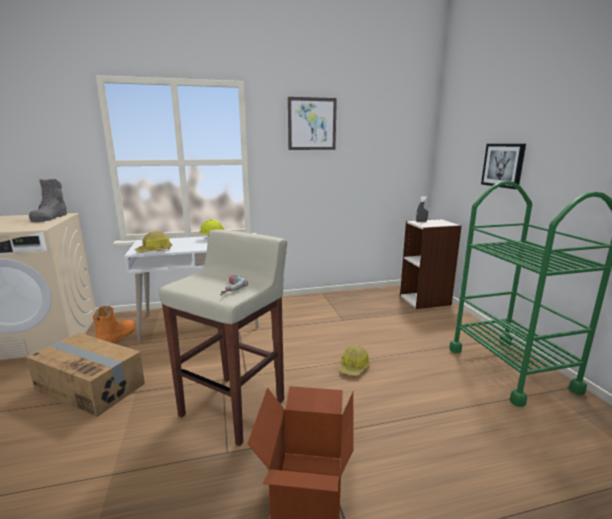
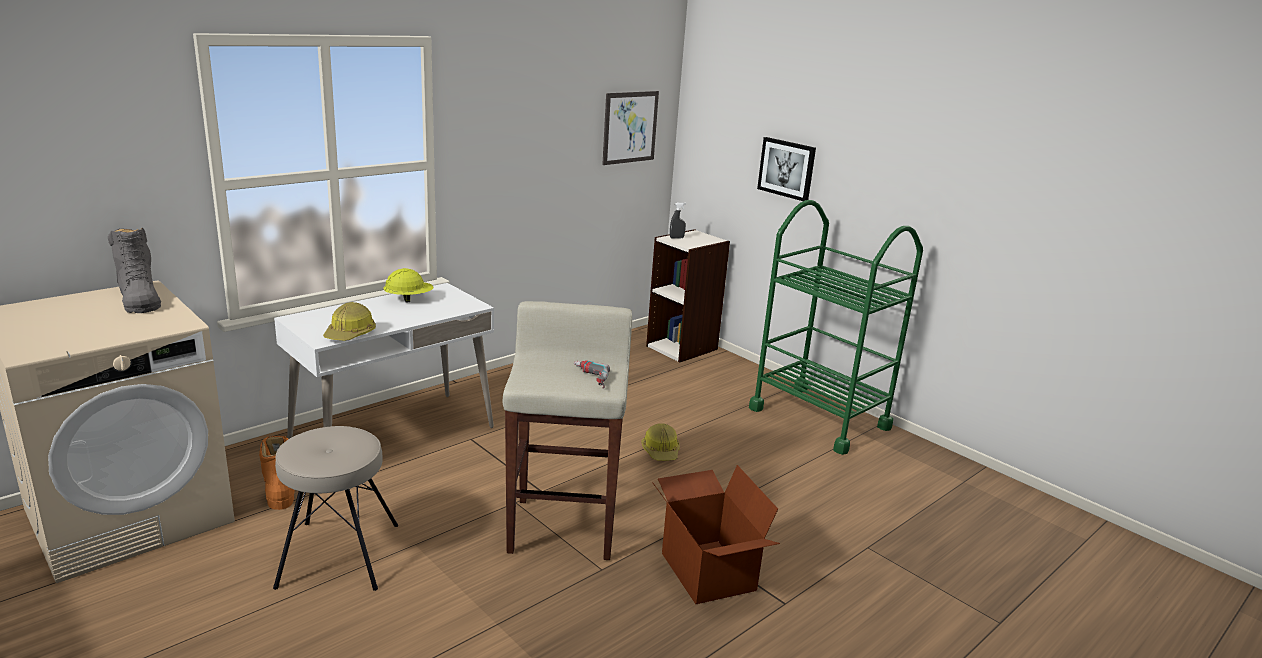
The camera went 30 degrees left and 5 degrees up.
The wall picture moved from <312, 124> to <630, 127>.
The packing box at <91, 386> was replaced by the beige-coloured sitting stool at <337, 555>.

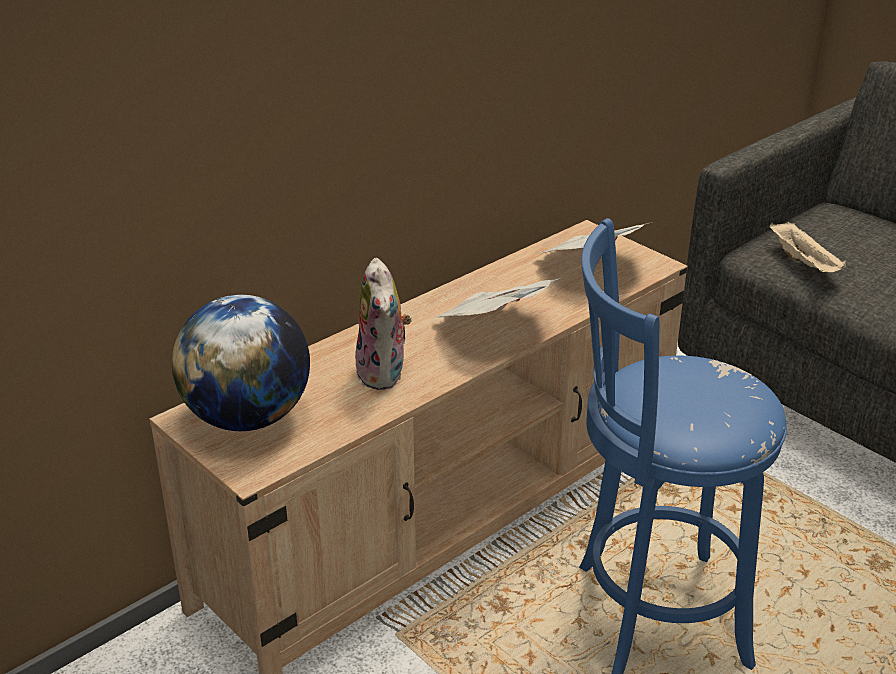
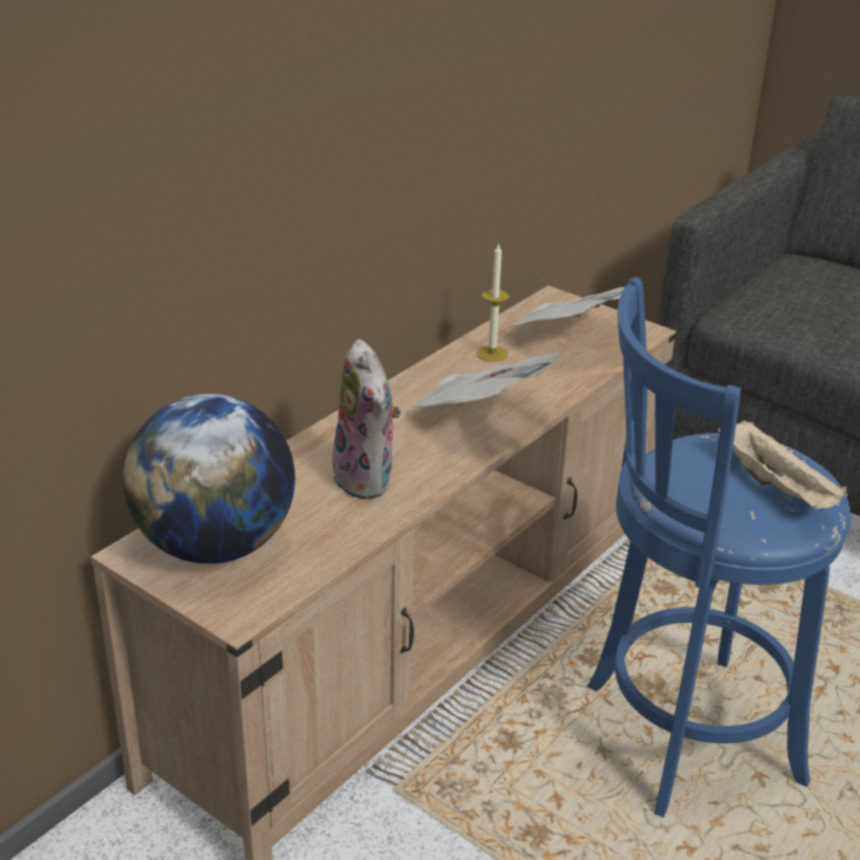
The camera went 10 degrees left and 0 degrees up.
The beige-coloured tray moved from <804, 263> to <778, 487>.
The wax light at <492, 353> appeared.

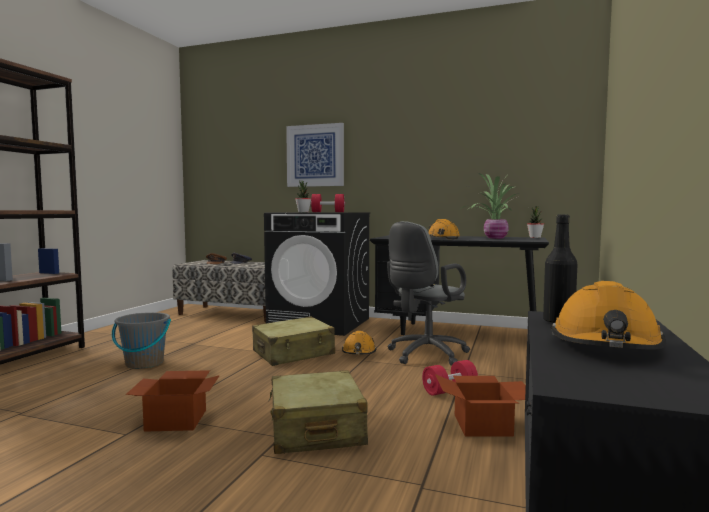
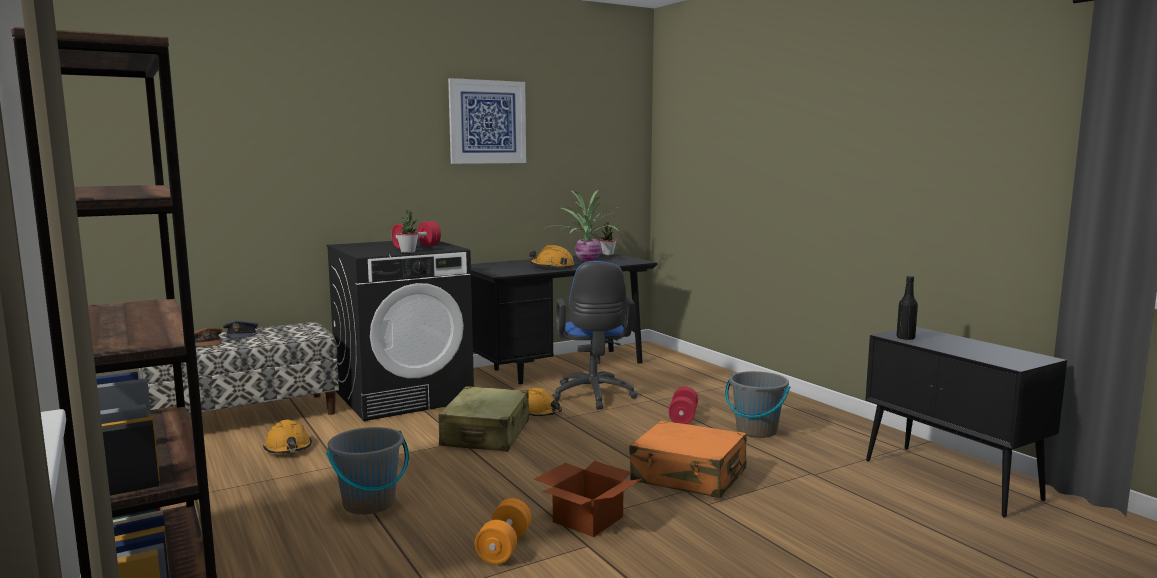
The camera went 50 degrees left and 5 degrees up.
The wall picture moved from <315, 155> to <487, 122>.
The gray desk chair at <424, 355> became the blue-coloured desk chair at <593, 397>.
The orangey safety helmet moved from <606, 345> to <288, 448>.
The beige-coloured travel case at <315, 429> became the orangey travel case at <688, 476>.
The packing box at <484, 425> was replaced by the gray water bucket at <756, 431>.
The orangey dumbbell at <504, 547> appeared.

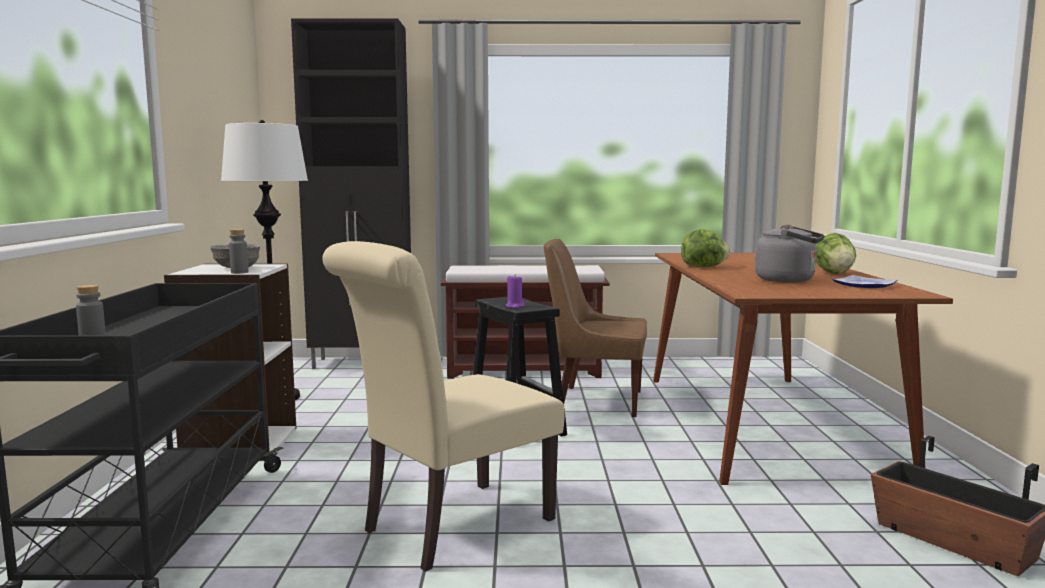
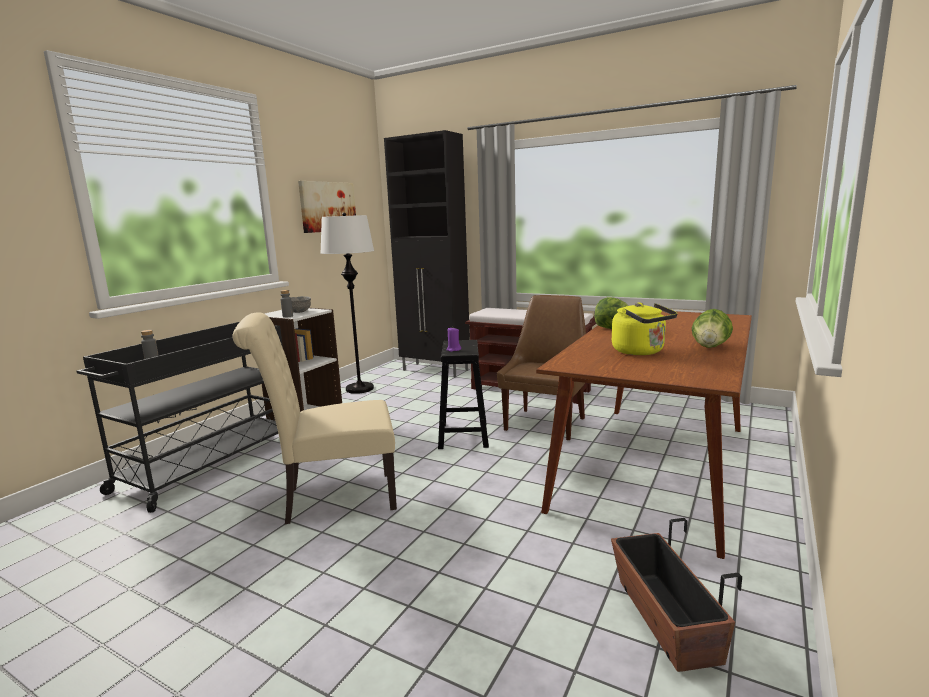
The camera went 30 degrees right and 5 degrees up.
The gray kettle at <789, 280> became the yellow-coloured kettle at <641, 352>.
The brown-coloured upright chair at <595, 401> turned 75 degrees clockwise.
The dinner plate at <864, 285> disappeared.
The wall picture at <327, 207> appeared.

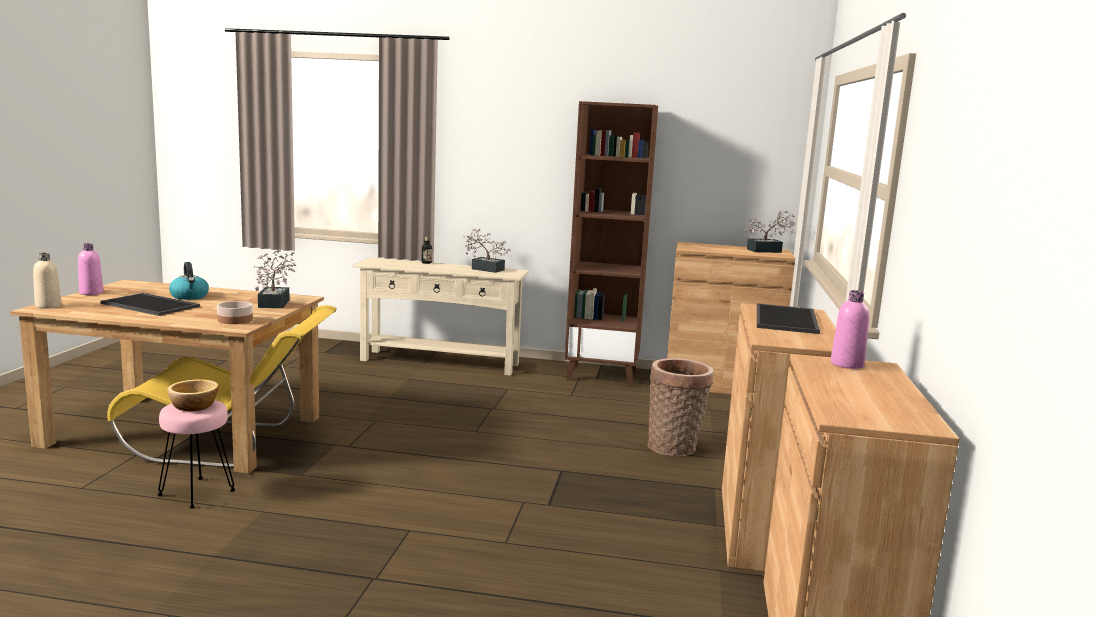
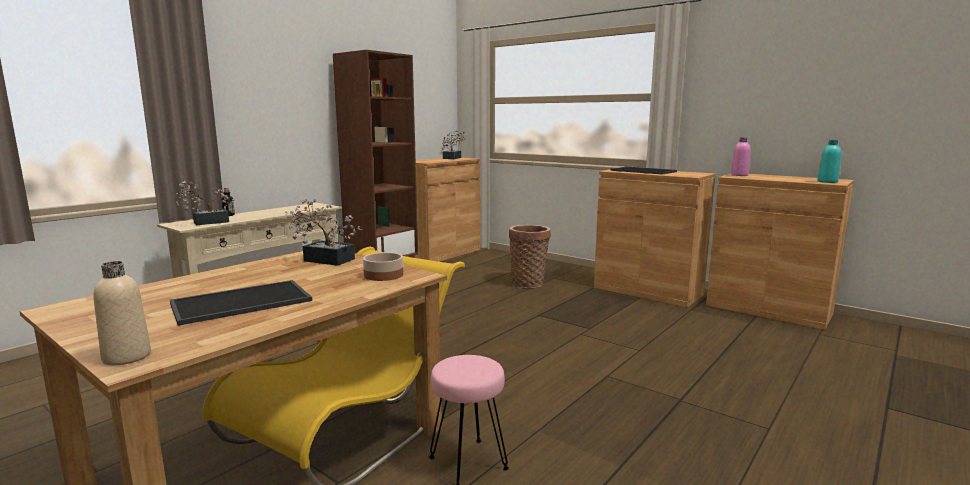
The camera went 60 degrees left and 0 degrees up.
The plant in a pot moved from <485, 269> to <206, 222>.
The pink-coloured drink bottle at <91, 293> disappeared.
The kettle at <189, 296> disappeared.
The serving bowl at <194, 406> disappeared.
The turquoise drink bottle at <827, 182> appeared.

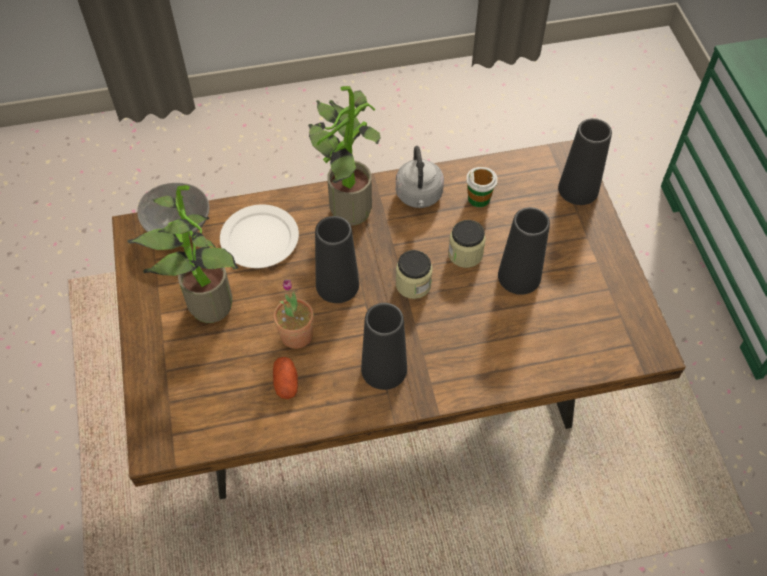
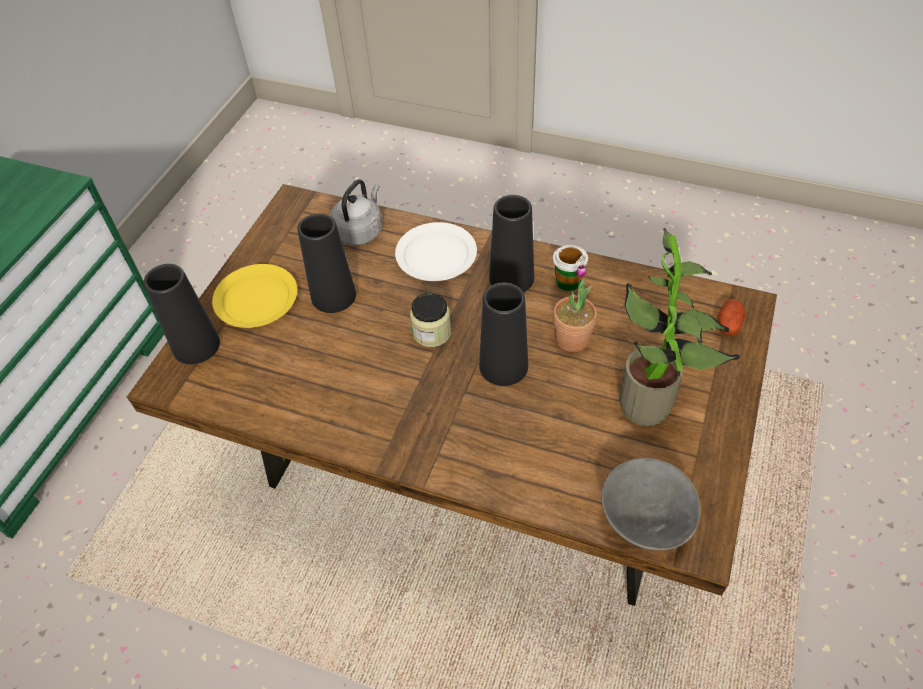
The camera went 145 degrees left and 5 degrees down.
The plant in a pot at <346, 207> disappeared.
The gray kettle moved from <419, 196> to <360, 231>.
The drinking cup moved from <479, 198> to <568, 281>.
The white dinner plate moved from <259, 239> to <436, 254>.
The jar at <465, 254> disappeared.
The potato moved from <286, 383> to <728, 324>.
The yellow-coloured dinner plate at <257, 299> appeared.

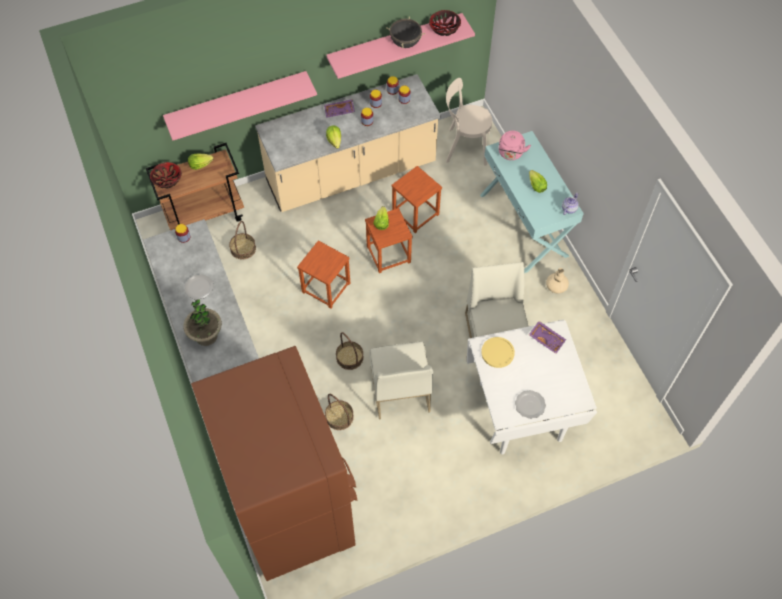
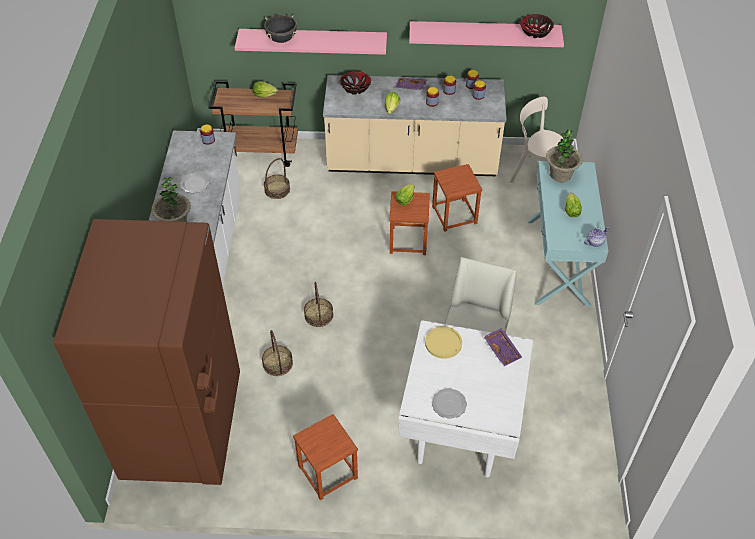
The camera went 25 degrees right and 10 degrees down.
The blackish cooking pot moved from <405, 43> to <281, 39>.
The pink-coloured kettle at <510, 154> was replaced by the plant in a pot at <560, 175>.
The serving bowl moved from <167, 180> to <355, 88>.
The brown-coloured sitting stool moved from <325, 288> to <327, 472>.
The beige-coloured flower vase at <556, 286> disappeared.
The white upright chair at <399, 390> disappeared.

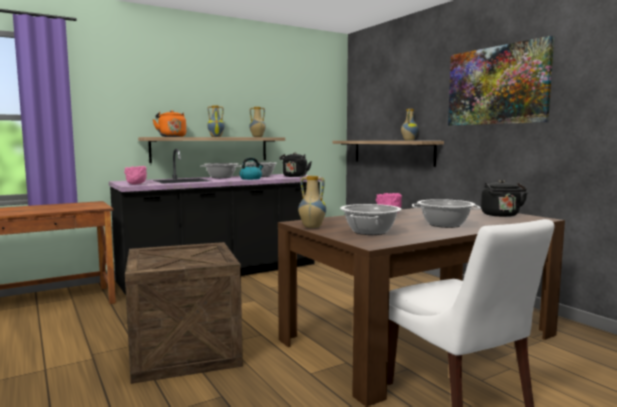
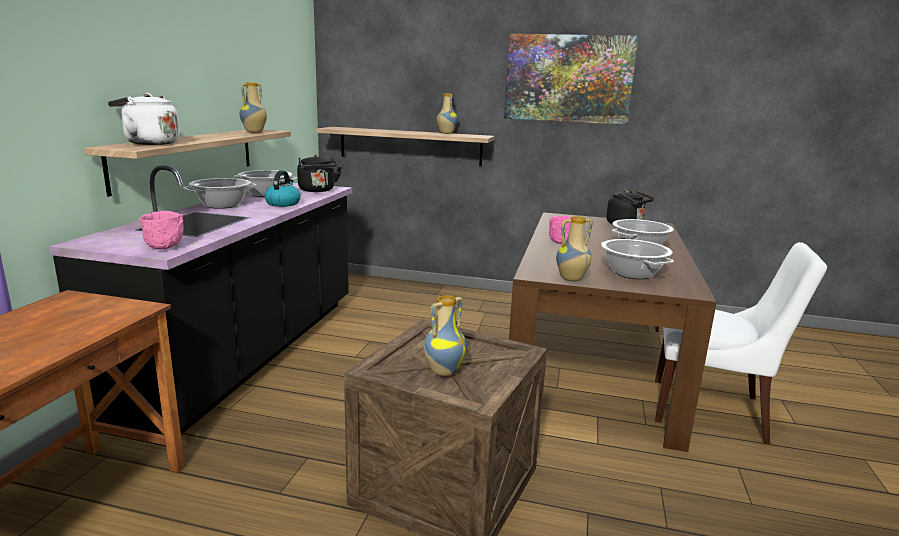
The camera went 45 degrees left and 10 degrees up.
The flower vase moved from <216, 137> to <443, 371>.
The orangey kettle at <171, 136> became the white kettle at <149, 143>.

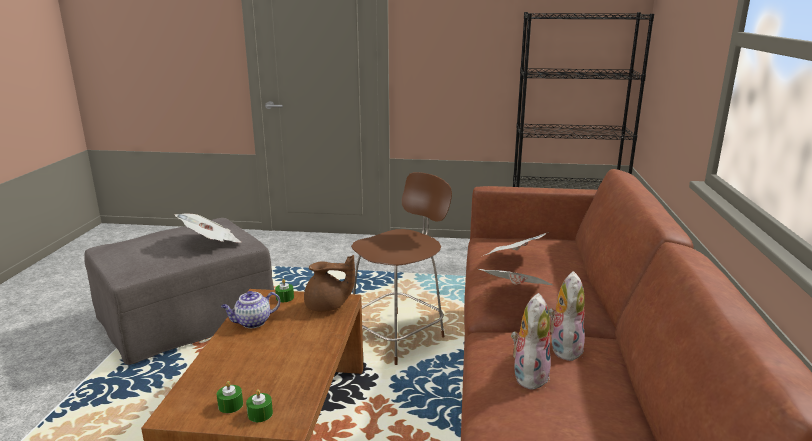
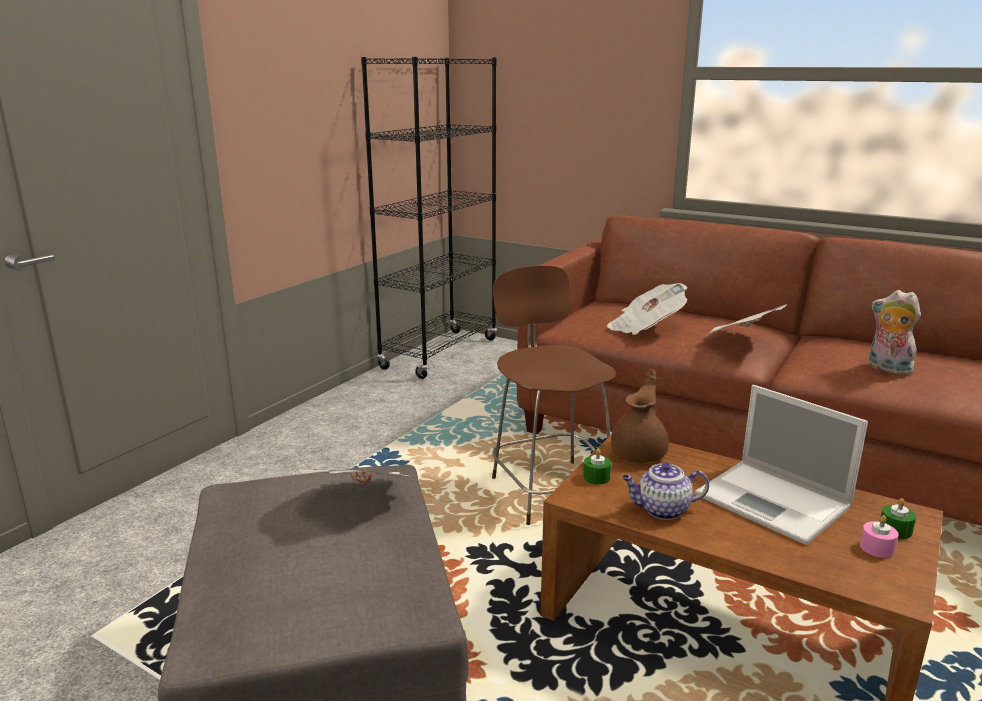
The camera went 65 degrees left and 0 degrees up.
The cuddly toy at <563, 347> disappeared.
The teapot at <252, 322> turned 90 degrees clockwise.
The greenish wax light at <230, 405> became the pink-coloured wax light at <877, 548>.
The portable computer at <775, 502> appeared.

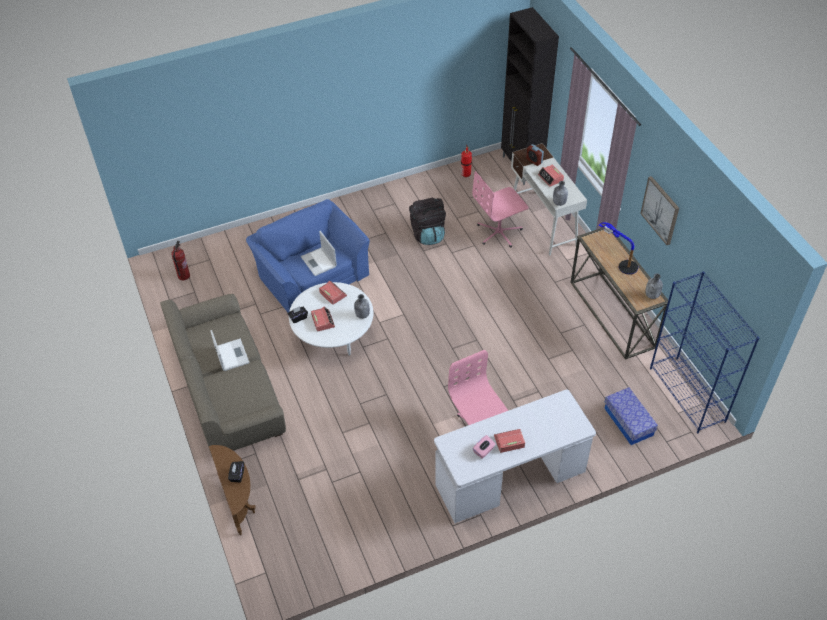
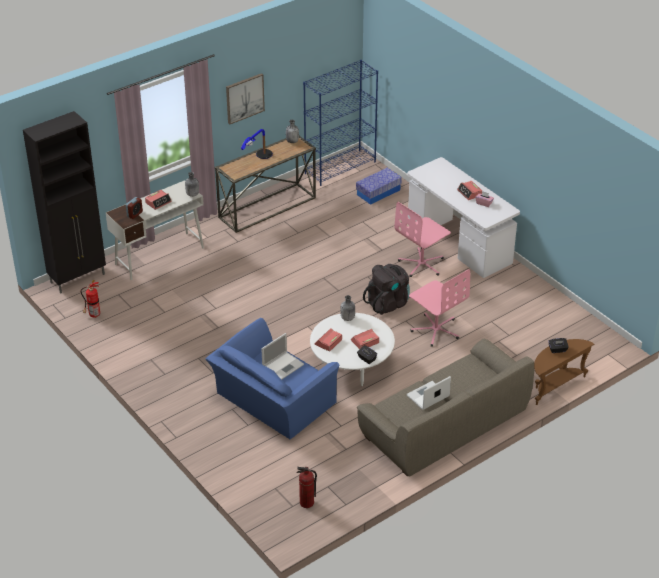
The camera went 105 degrees left and 10 degrees down.
The pink-coloured desk chair moved from <499, 232> to <436, 330>.
The blackish backpack moved from <427, 234> to <388, 303>.

